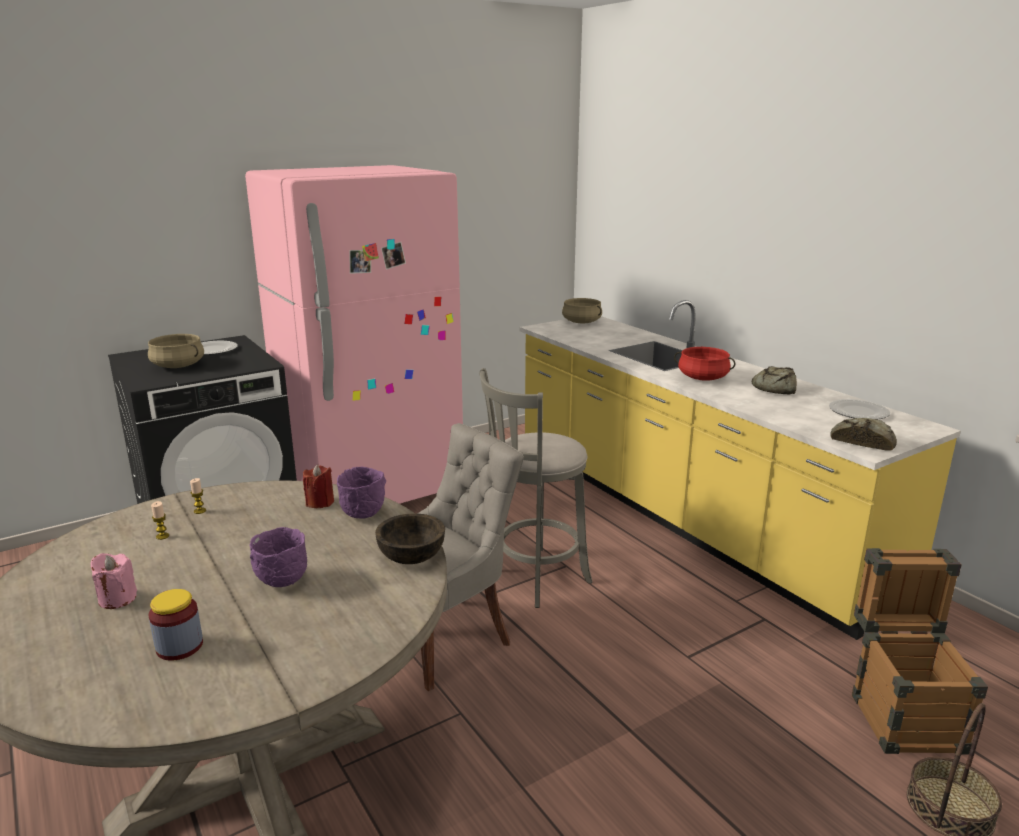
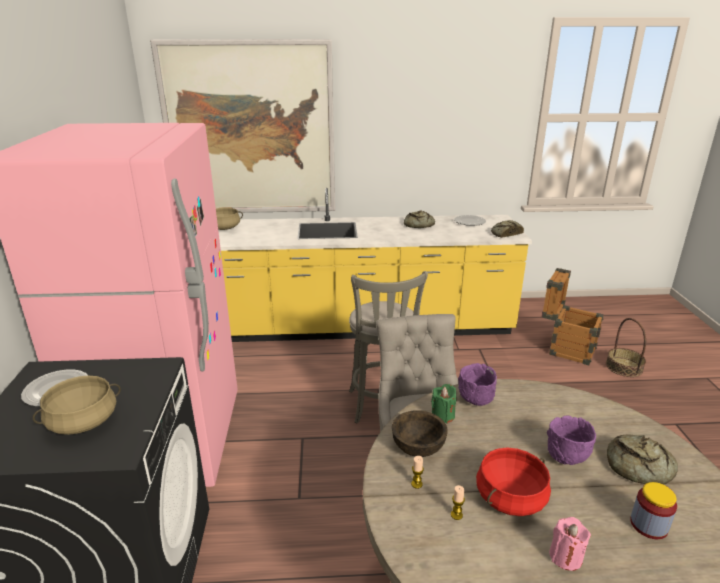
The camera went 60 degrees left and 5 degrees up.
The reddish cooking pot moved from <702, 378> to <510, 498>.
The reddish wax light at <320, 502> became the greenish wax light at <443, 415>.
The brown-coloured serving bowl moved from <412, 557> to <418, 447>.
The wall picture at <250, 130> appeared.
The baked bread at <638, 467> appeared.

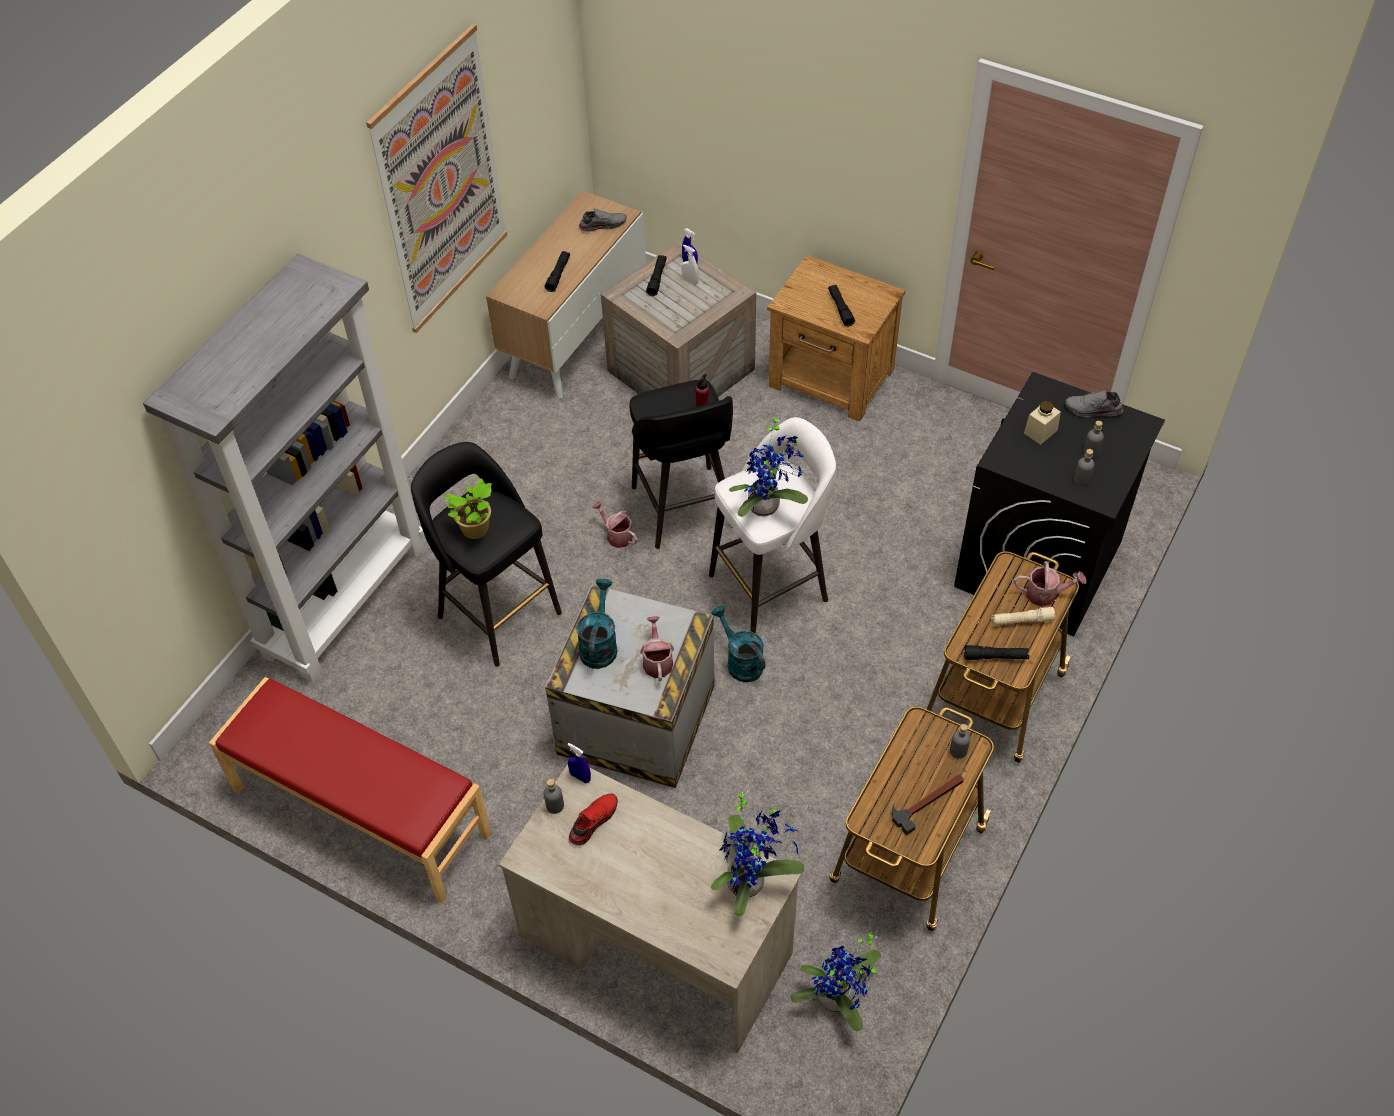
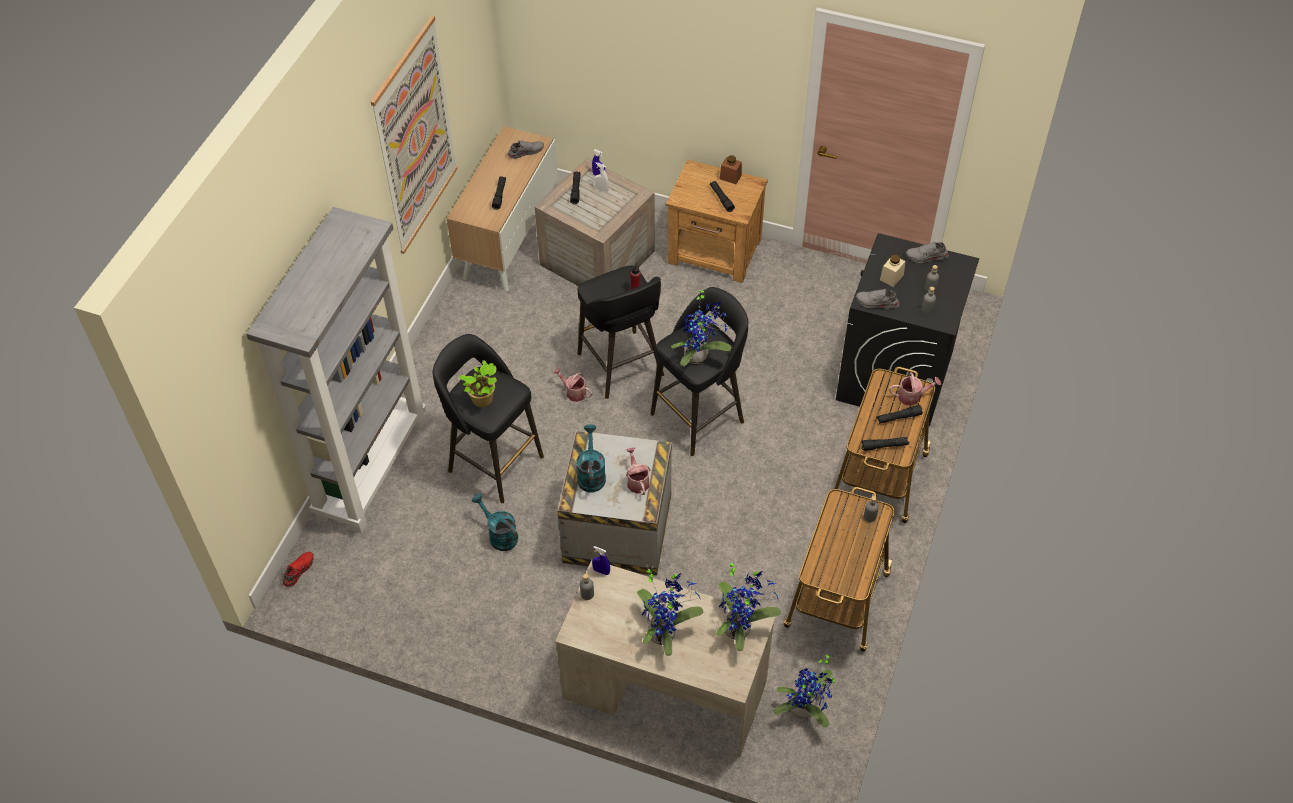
The camera went 10 degrees left and 0 degrees up.
The white sitting stool at <771, 586> became the blackish sitting stool at <699, 416>.
The turquoise sprinkling can moved from <740, 661> to <499, 535>.
The beige-coloured flashlight at <1021, 621> became the blackish flashlight at <898, 417>.
The reddish indoor bench at <360, 812> disappeared.
The hand hammer at <927, 801> disappeared.
The reddish shoe moved from <592, 821> to <298, 571>.
The brown-coloured jar at <730, 177> appeared.
The gray shoe at <876, 303> appeared.
The plant in a pot at <664, 632> appeared.

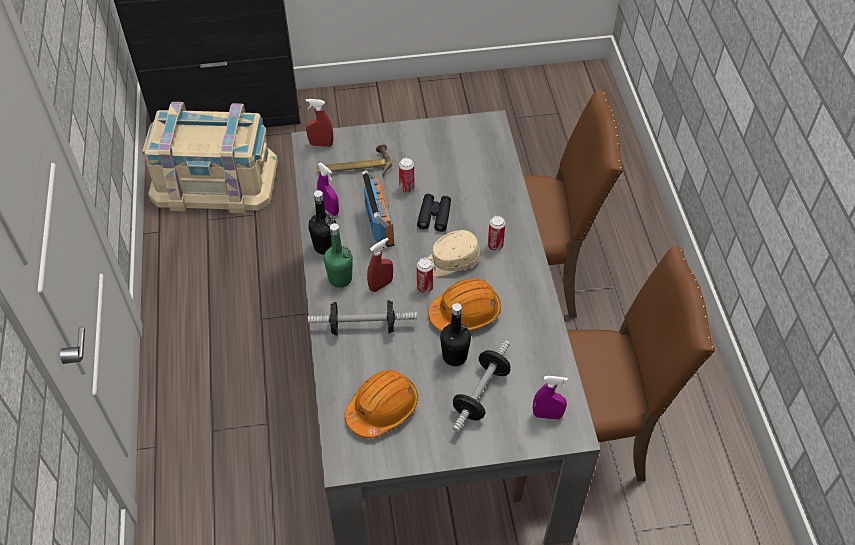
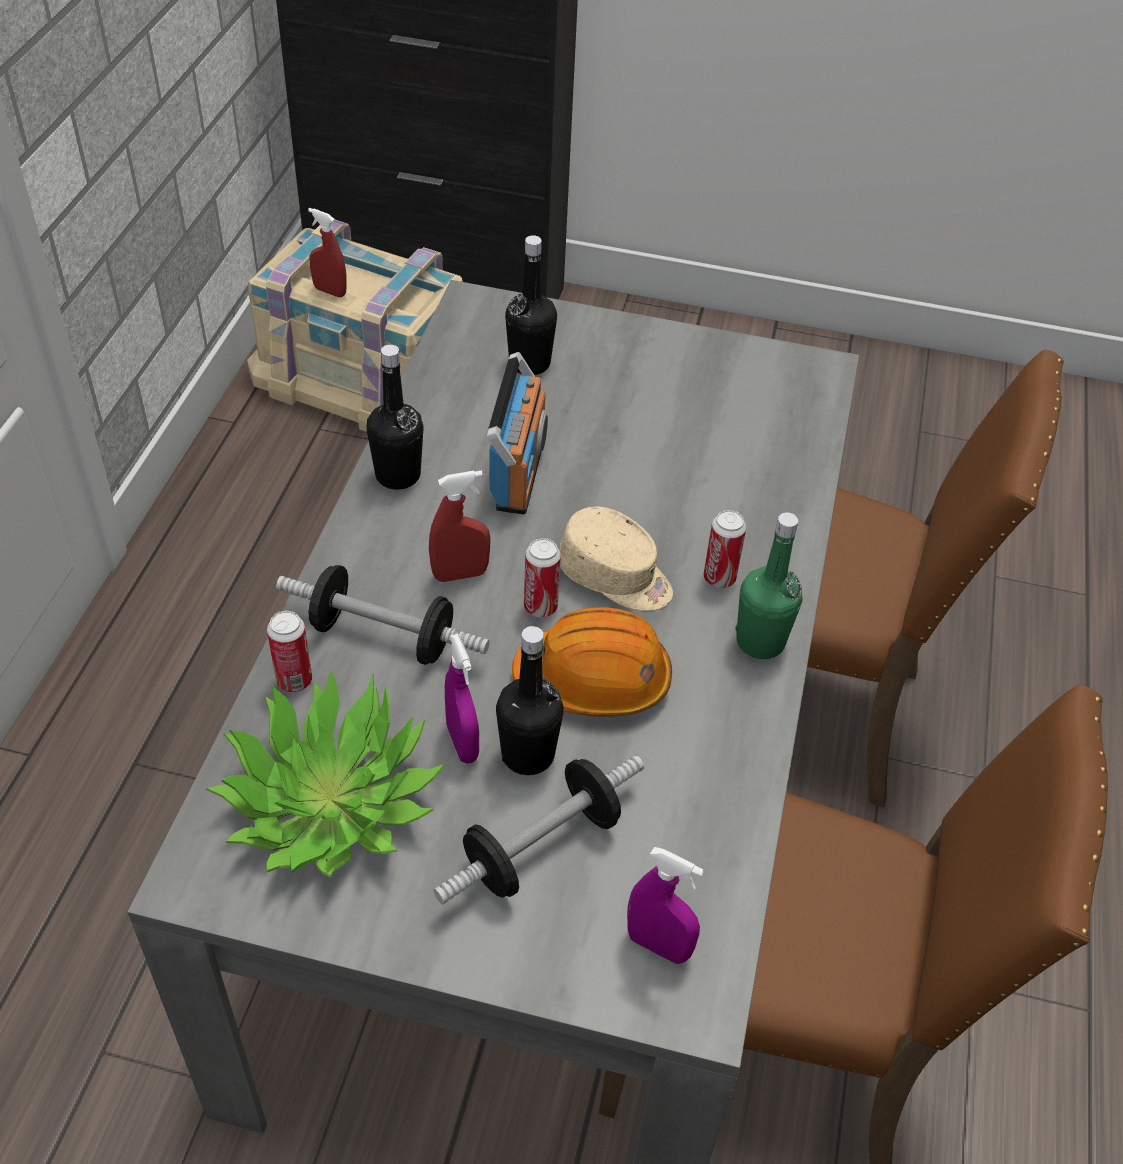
The camera went 20 degrees right and 5 degrees down.
The reddish hand sprayer moved from <321, 144> to <330, 291>.
The hand hammer at <355, 166> was replaced by the blackish drink bottle at <529, 363>.
The sealed can moved from <407, 188> to <294, 680>.
The purple hand sprayer moved from <329, 209> to <462, 742>.
The blackish binoculars at <434, 216> disappeared.
The greenish drink bottle moved from <340, 279> to <760, 641>.
The beige-coloured peaked cap at <450, 261> turned 150 degrees counterclockwise.
The orangey safety helmet at <382, 408> was replaced by the plant in a pot at <329, 801>.

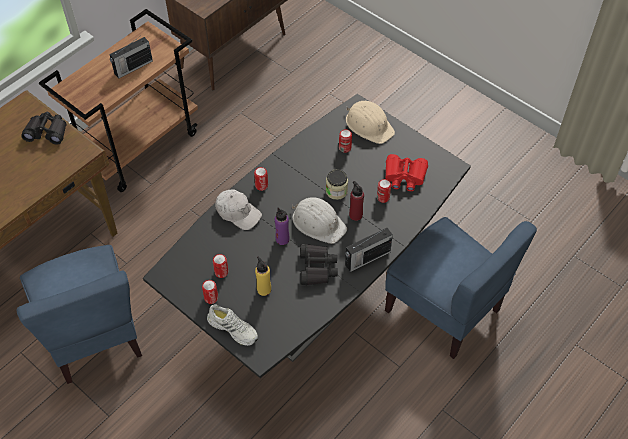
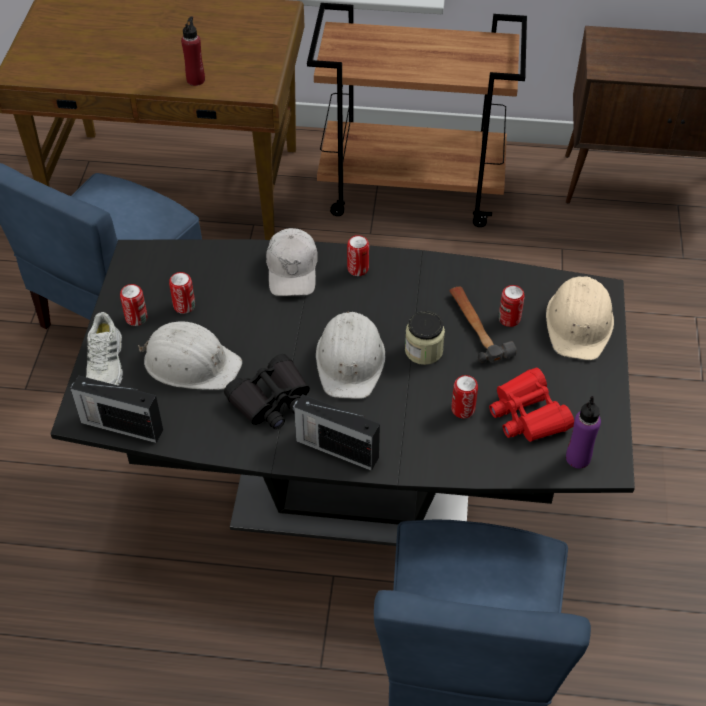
The camera went 55 degrees right and 5 degrees down.
The radio receiver moved from <132, 67> to <120, 425>.
The blackish binoculars at <47, 132> disappeared.
The reddish drink bottle moved from <355, 215> to <196, 80>.
The purple drink bottle moved from <282, 239> to <578, 458>.
The yellow-coloured drink bottle at <264, 289> was replaced by the white safety helmet at <191, 363>.
The hand hammer at <477, 327> appeared.

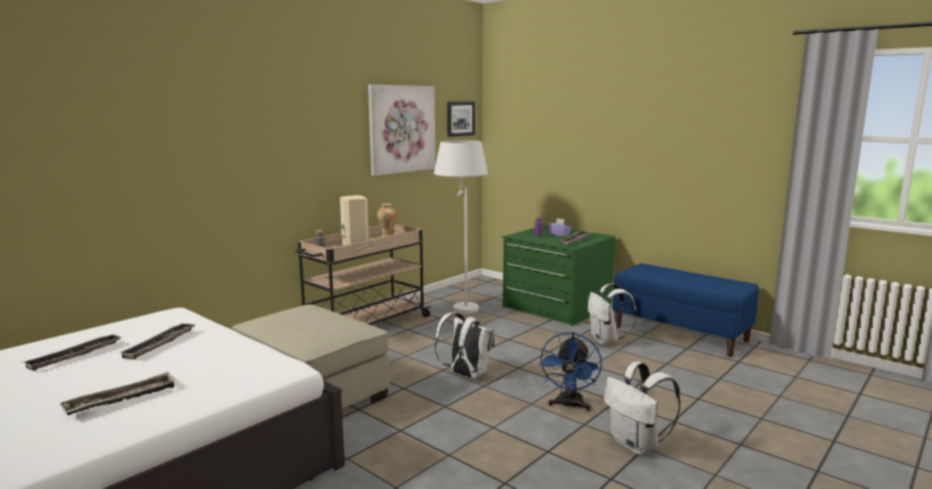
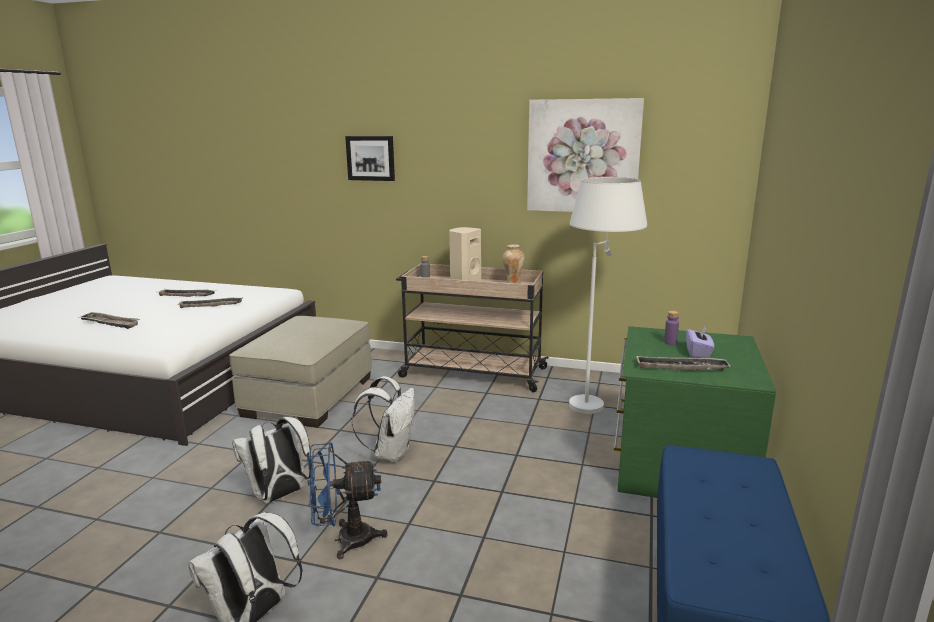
The camera went 65 degrees right and 5 degrees up.
The wall picture moved from <460, 118> to <370, 158>.
The white backpack moved from <606, 341> to <279, 495>.

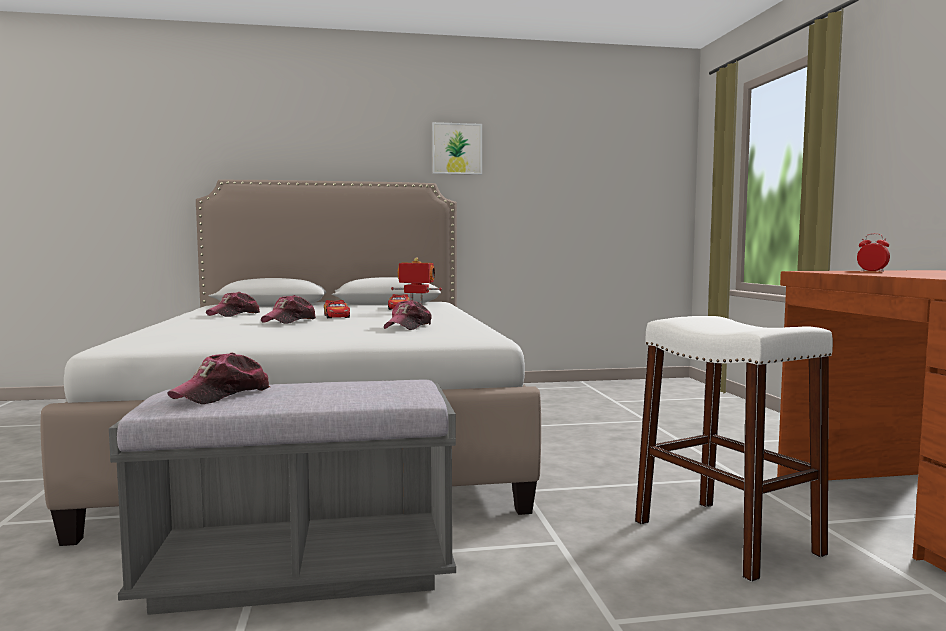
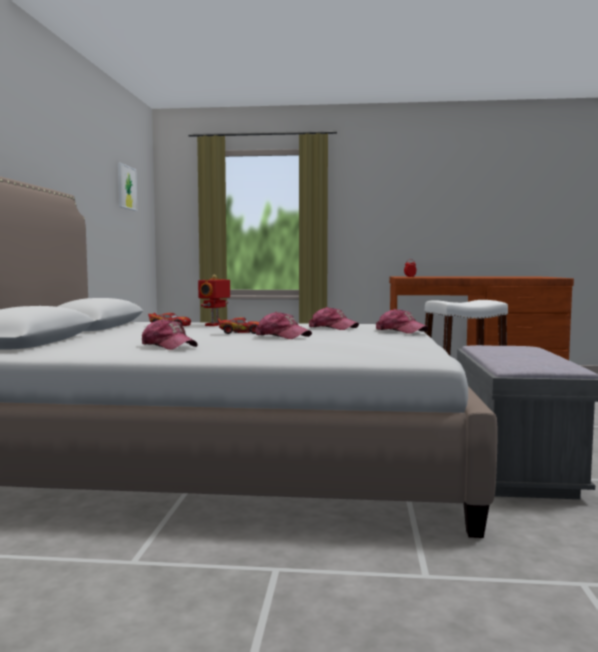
The camera went 75 degrees left and 0 degrees up.
The wall picture moved from <457, 149> to <126, 187>.
The peaked cap moved from <222, 394> to <400, 331>.

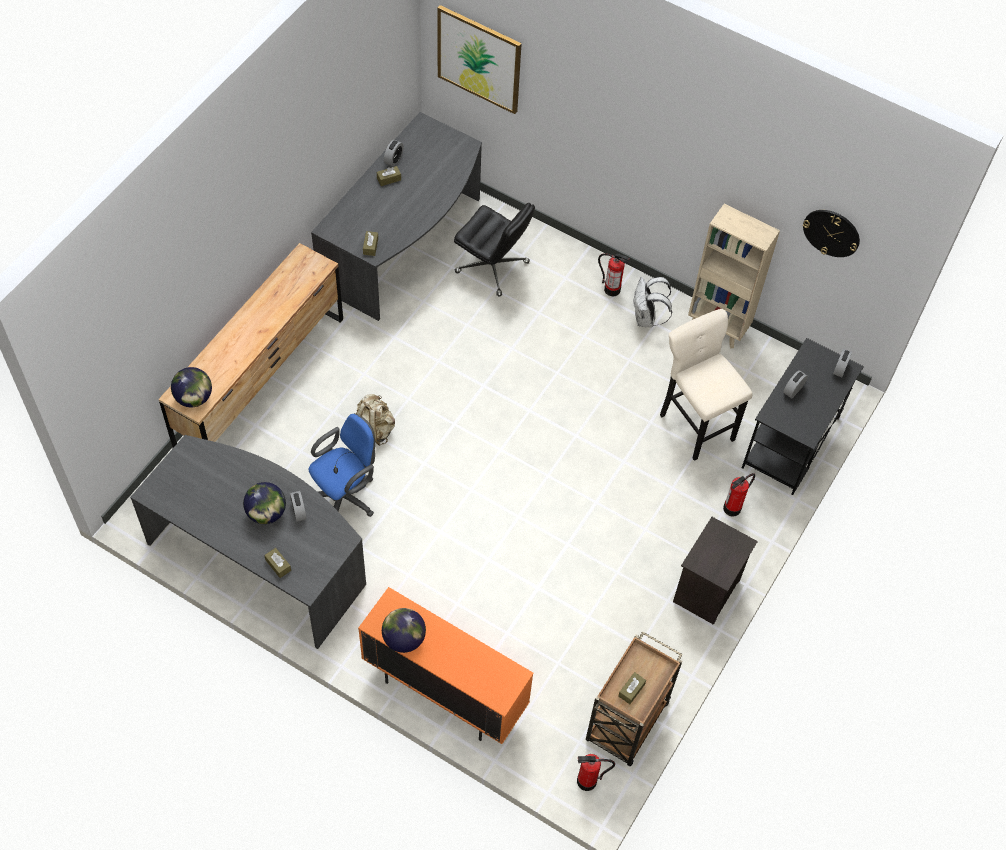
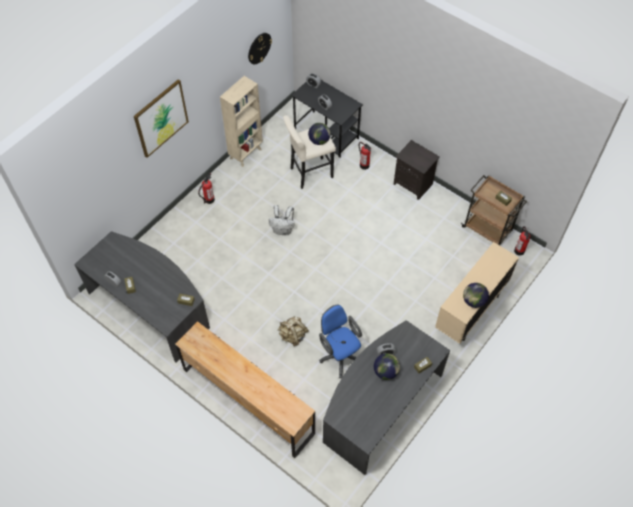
The camera went 80 degrees left and 0 degrees up.
The wall picture moved from <479, 59> to <161, 118>.
The blackish desk chair at <493, 267> disappeared.
The white backpack moved from <646, 319> to <283, 230>.
The globe moved from <194, 398> to <319, 140>.
The orangey cupboard at <444, 693> became the beige-coloured cupboard at <470, 312>.

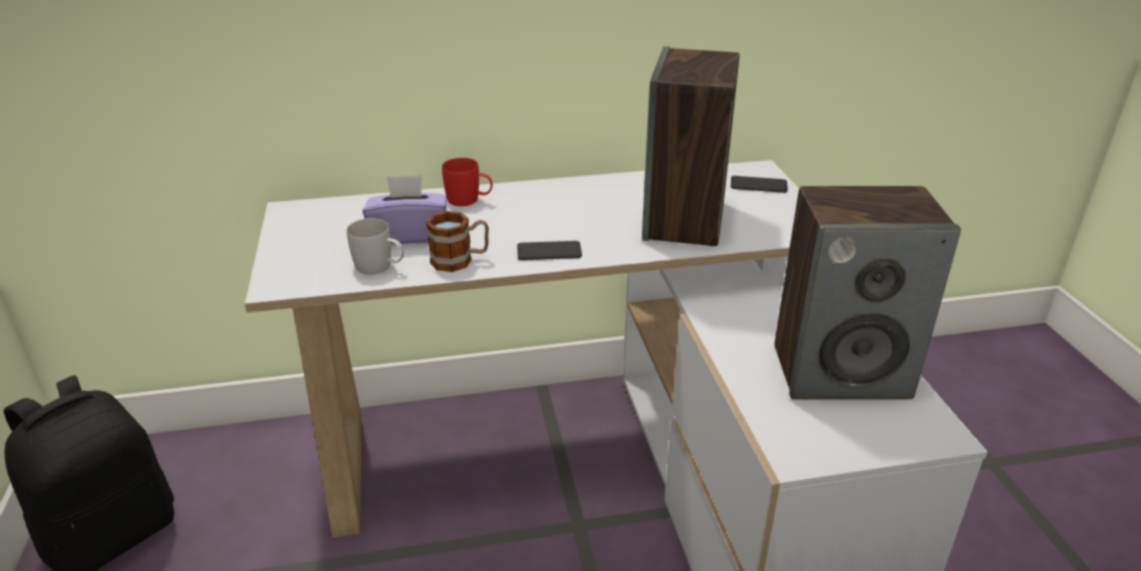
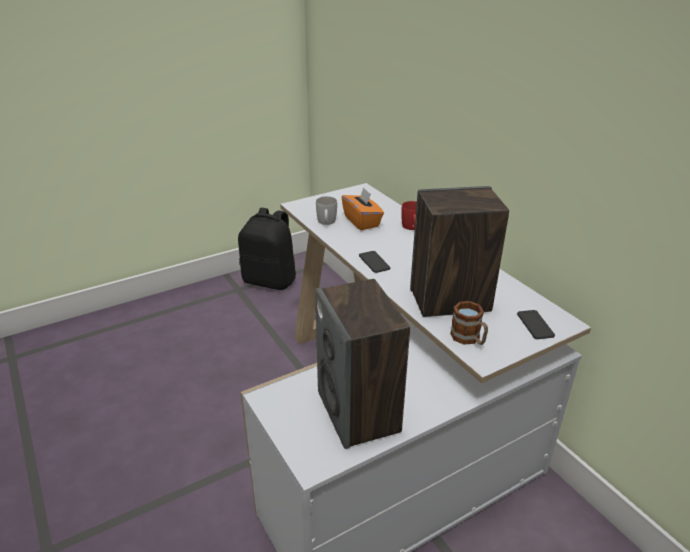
The camera went 70 degrees right and 0 degrees up.
The purple tissue box at <409, 234> became the orangey tissue box at <362, 221>.
The coffee mug moved from <460, 260> to <469, 339>.

